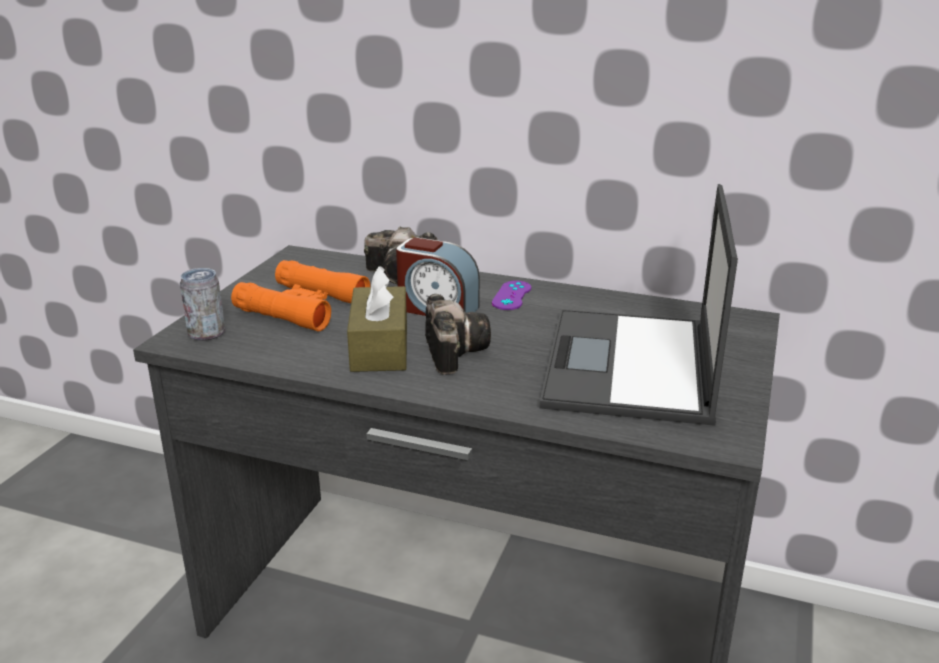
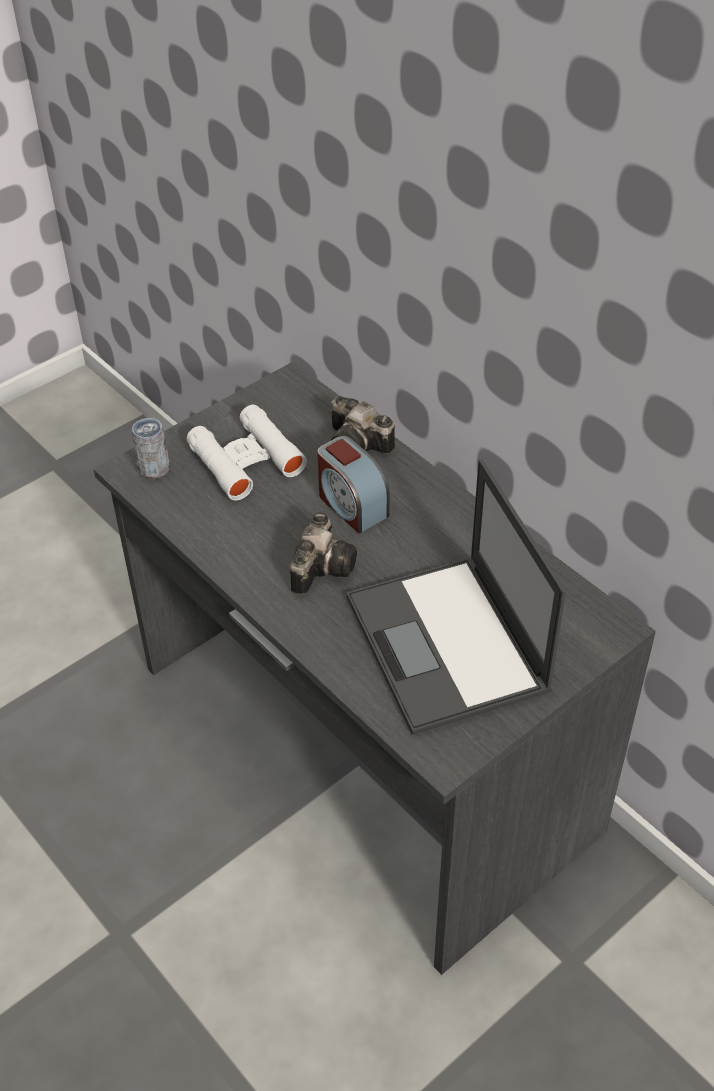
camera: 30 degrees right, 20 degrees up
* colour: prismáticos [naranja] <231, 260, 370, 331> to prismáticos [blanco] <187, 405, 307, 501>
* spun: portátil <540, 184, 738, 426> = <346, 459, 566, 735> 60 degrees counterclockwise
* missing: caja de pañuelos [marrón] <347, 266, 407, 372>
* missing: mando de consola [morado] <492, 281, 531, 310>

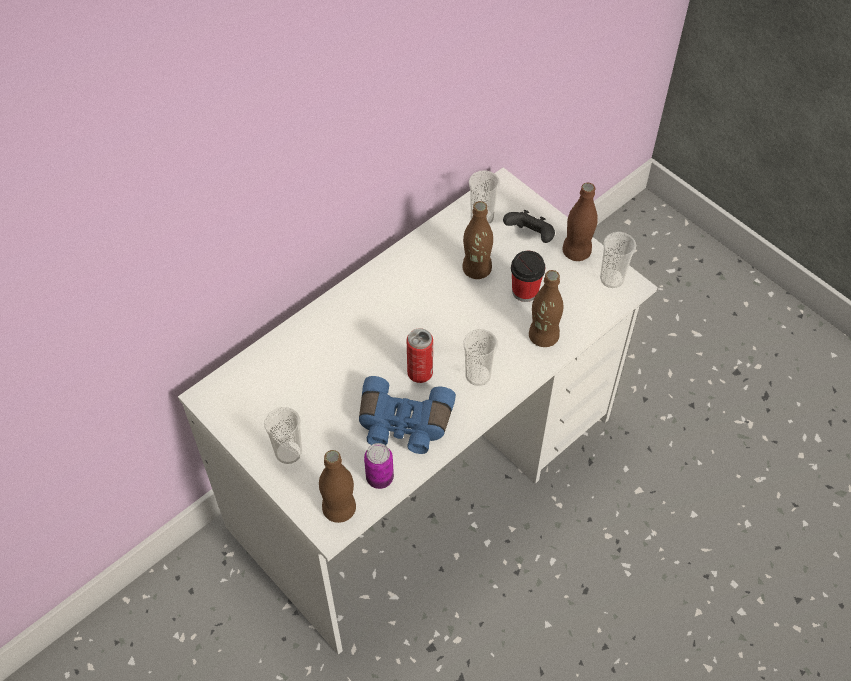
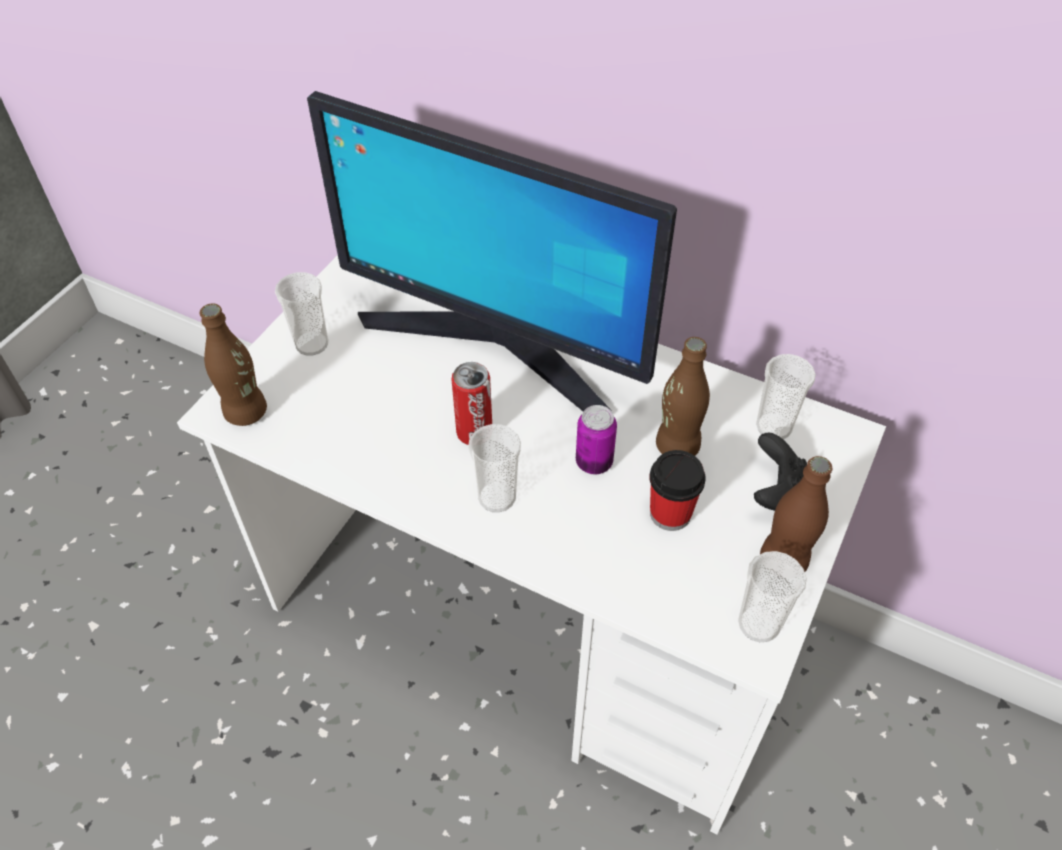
camera: 70 degrees right, 5 degrees down
* appeared: monitor <307, 91, 677, 411>
* relocated: lata <364, 443, 394, 489> to <576, 405, 617, 474>
* missing: prismáticos [azul] <359, 376, 456, 454>
* missing: botella [marrón] <529, 270, 563, 347>

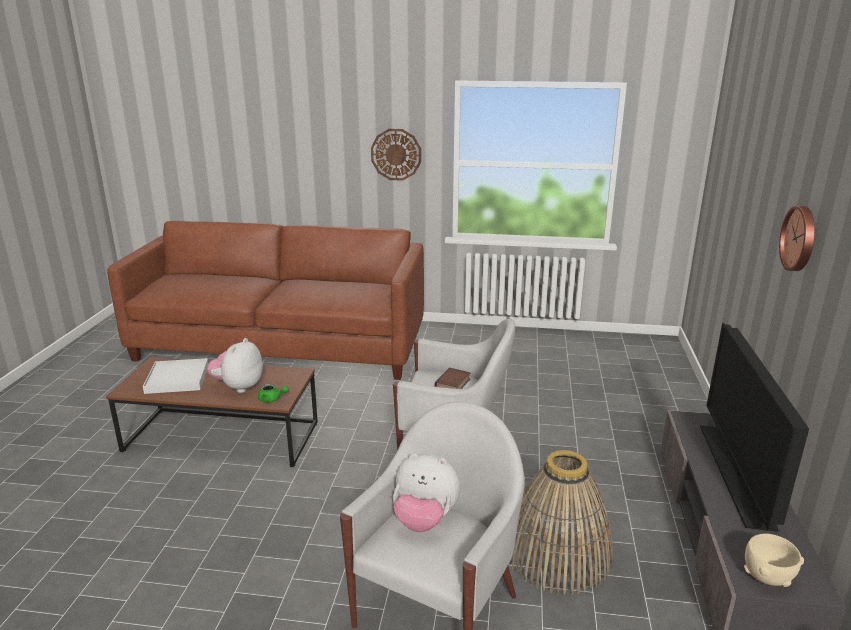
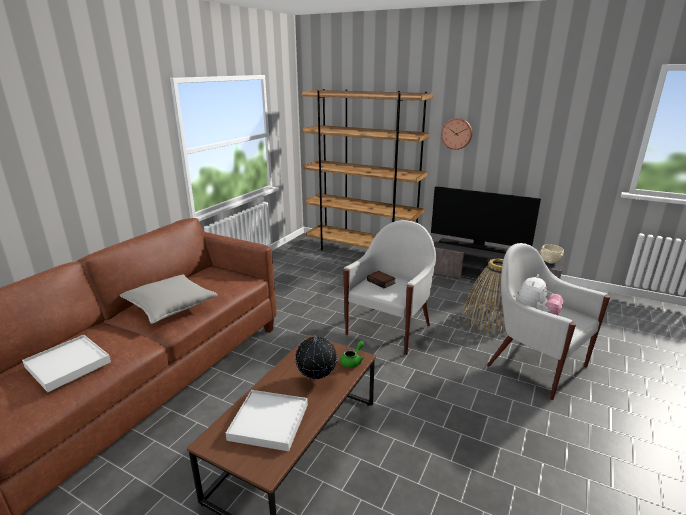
camera: 70 degrees left, 0 degrees up
* appeared: bandeja [blanco] <22, 335, 111, 392>
* appeared: cojín [gris] <120, 275, 218, 324>
* exchanged: peluche <207, 338, 263, 393> to globo terráqueo <295, 335, 337, 379>
* appeared: estantería [marrón] <301, 89, 433, 251>
* missing: reloj de pared <371, 129, 421, 181>

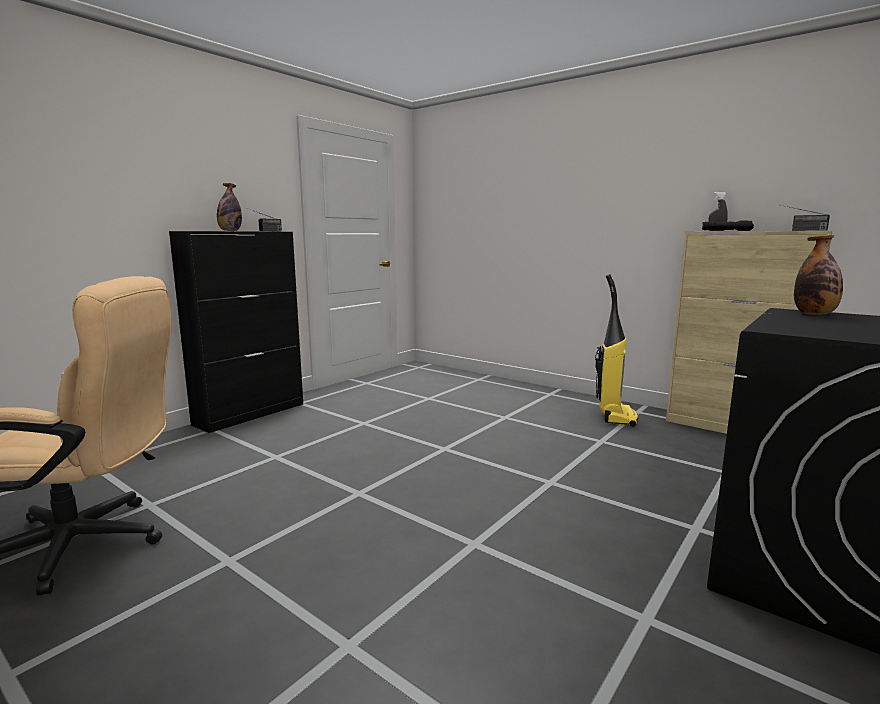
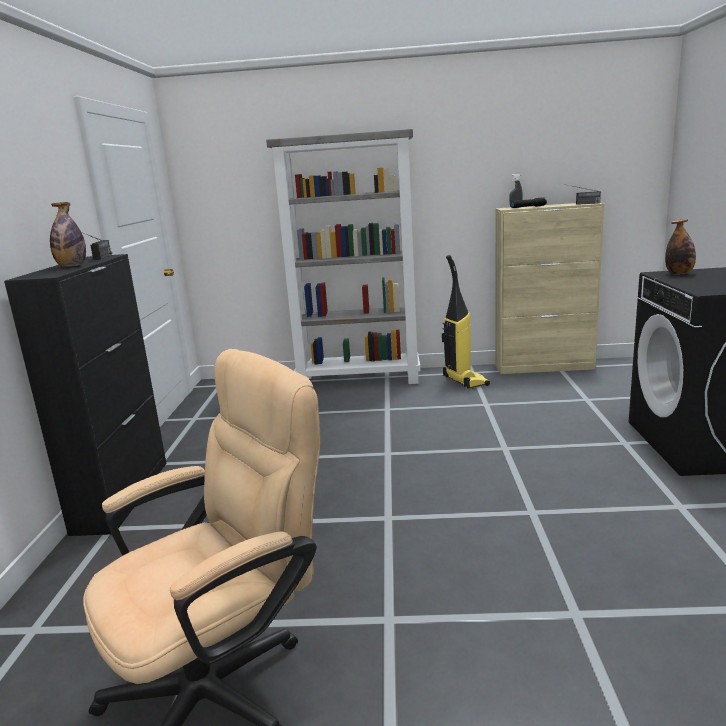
camera: 35 degrees left, 5 degrees up
* appeared: estantería [gris] <266, 129, 420, 384>

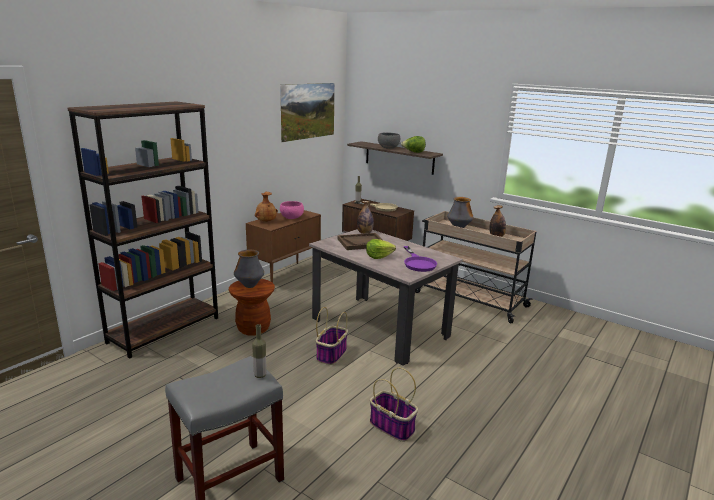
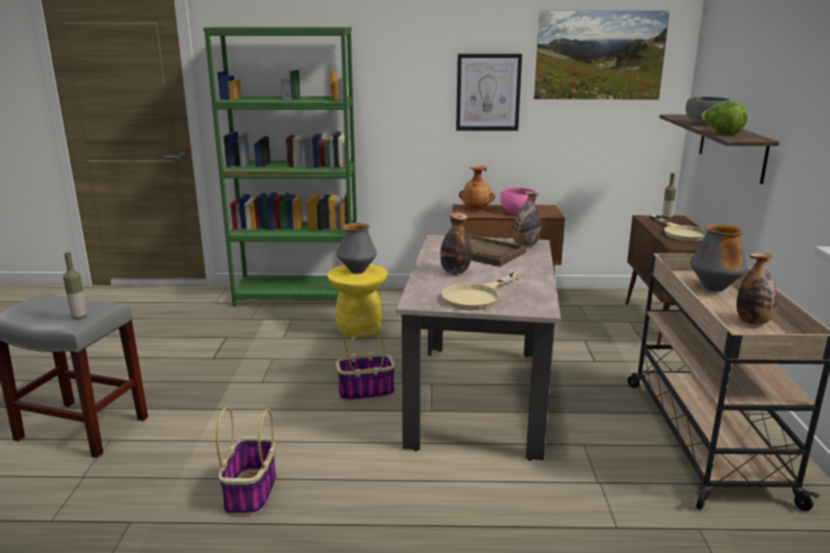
camera: 55 degrees right, 0 degrees up
* colour: estantería [marrón] <67, 101, 218, 359> to estantería [verde] <203, 27, 357, 307>
* colour: taburete [marrón] <229, 279, 275, 336> to taburete [amarillo] <327, 264, 387, 338>
* exchanged: lechuga <366, 239, 396, 259> to botella <440, 213, 471, 274>
* colour: sartén [morado] <404, 246, 437, 272> to sartén [beis] <441, 271, 523, 310>
* appeared: cuadro <456, 54, 522, 131>

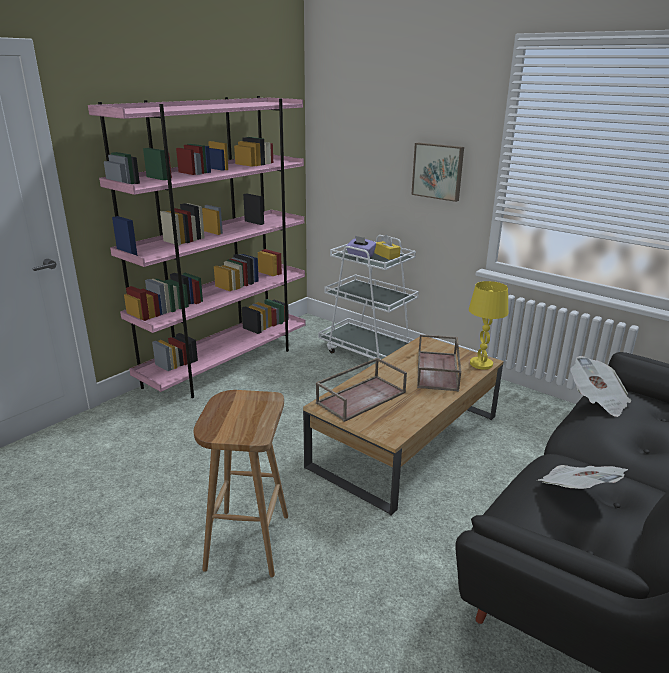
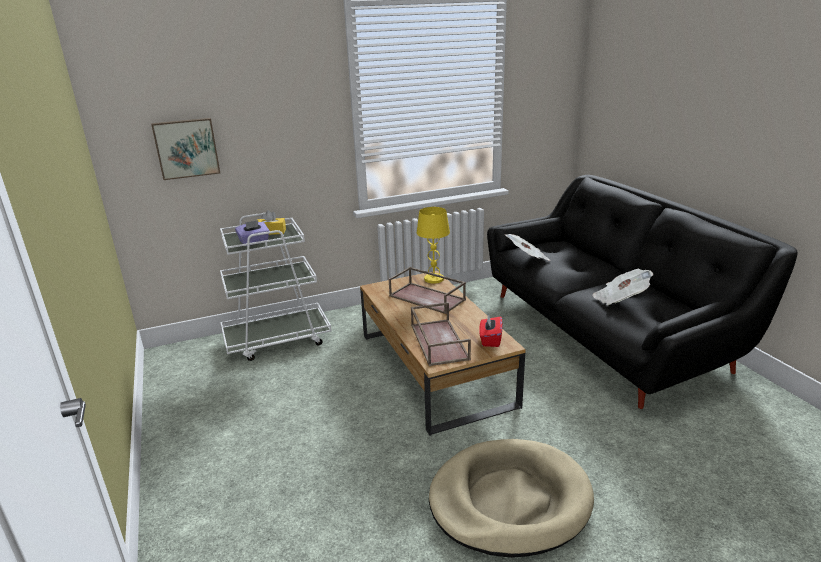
camera: 60 degrees left, 0 degrees up
* relocated: cuadro <411, 143, 464, 202> to <151, 118, 220, 180>
* exchanged: taburete [marrón] <193, 390, 288, 577> to cama para perro [beis] <429, 439, 594, 558>
* appeared: caja de pañuelos [rojo] <479, 313, 502, 347>
* missing: estantería [rosa] <88, 96, 306, 398>

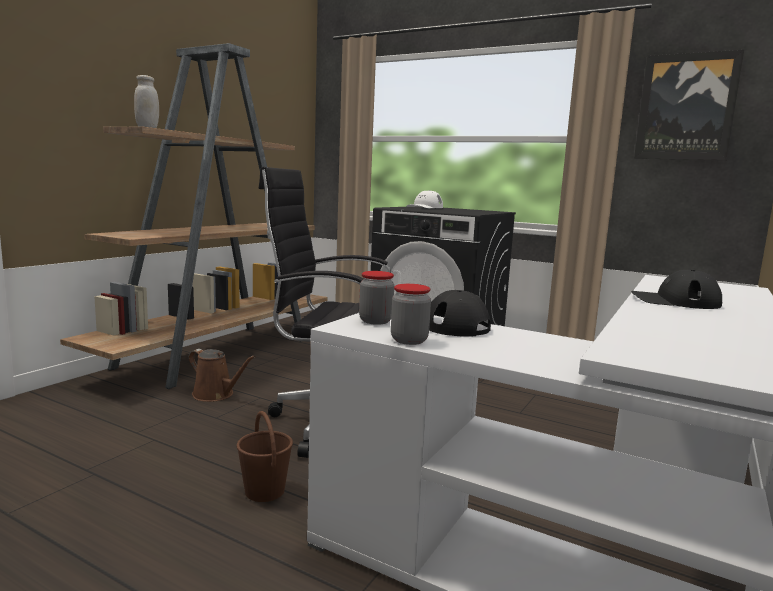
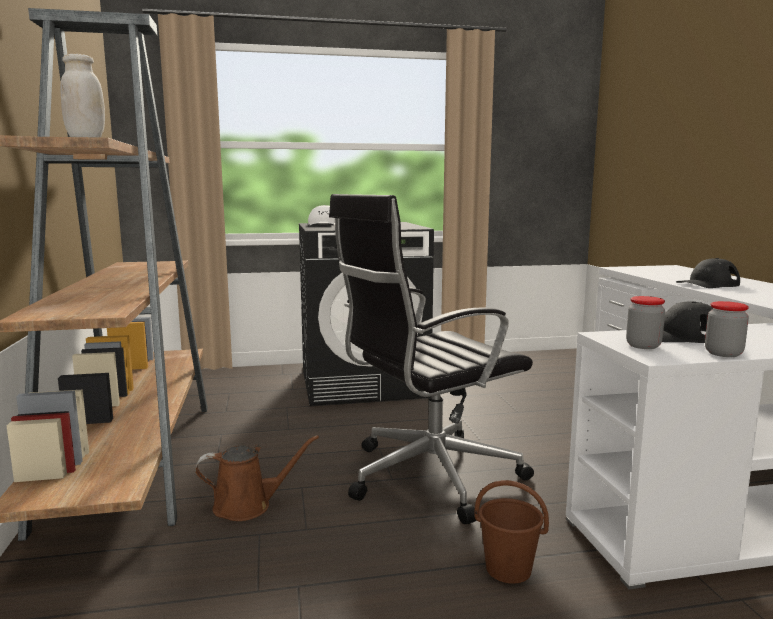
camera: 40 degrees left, 0 degrees up
* missing: cuadro <634, 50, 744, 160>

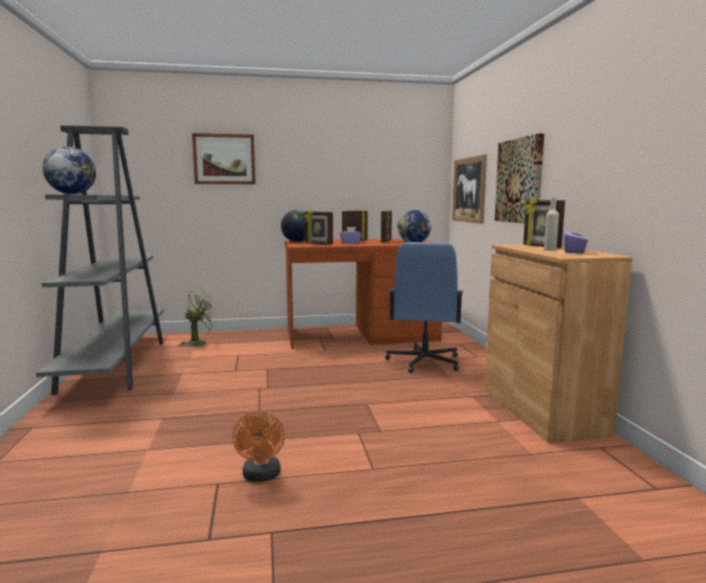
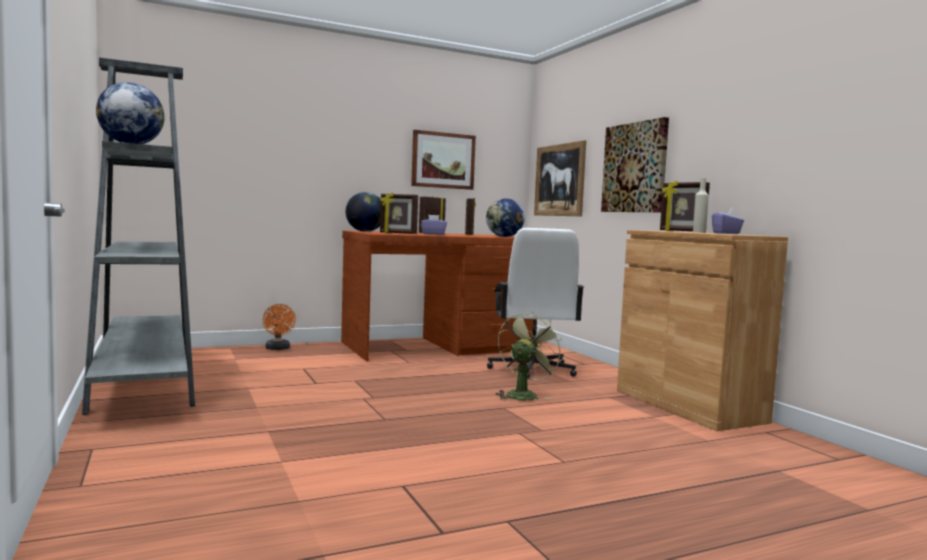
camera: 15 degrees left, 5 degrees down
* relocated: ventilador [naranja] <232, 411, 285, 482> to <263, 304, 296, 350>
* relocated: cuadro <192, 133, 256, 184> to <411, 130, 476, 190>
* colour: silla de oficina [azul] <385, 242, 463, 373> to silla de oficina [blanco] <487, 228, 584, 380>
* relocated: ventilador [verde] <177, 289, 219, 347> to <495, 311, 564, 400>

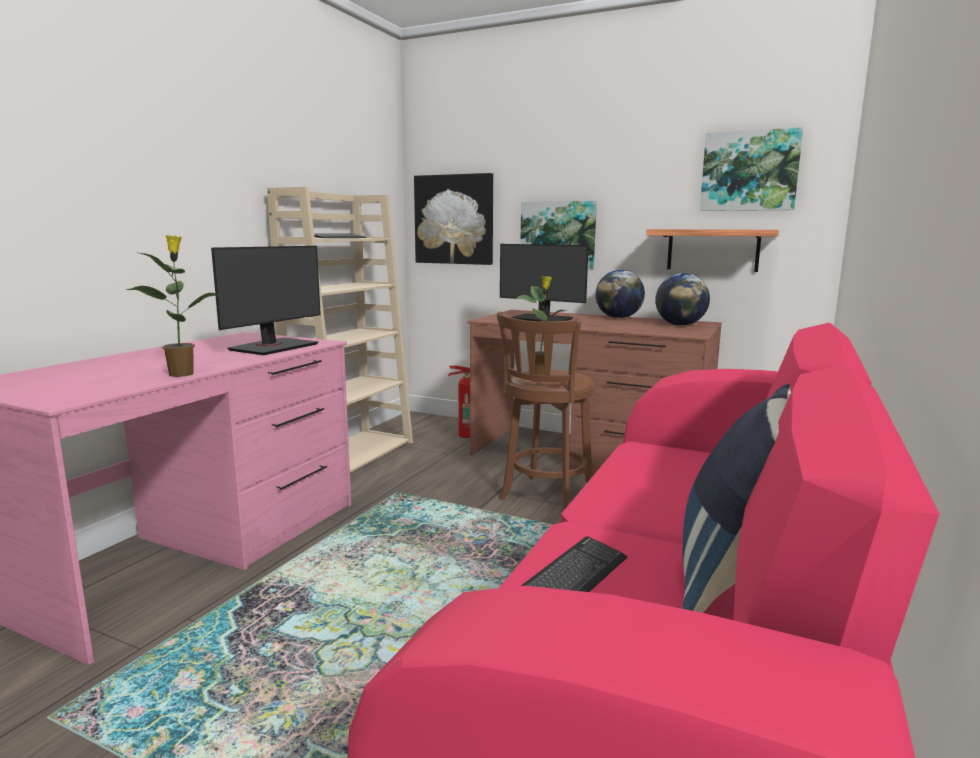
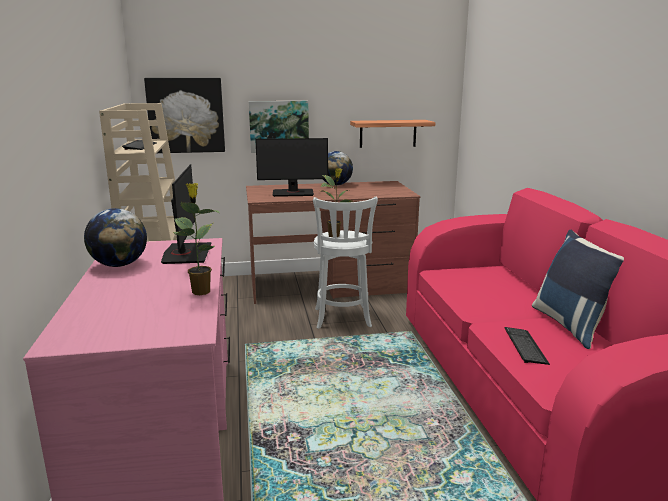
camera: 35 degrees left, 5 degrees up
* relocated: globo terráqueo <655, 273, 710, 326> to <84, 208, 147, 267>
* colour: taburete [marrón] <497, 312, 595, 510> to taburete [blanco] <313, 197, 378, 329>
* missing: extintor <447, 366, 470, 438>
* missing: cuadro <700, 127, 803, 211>

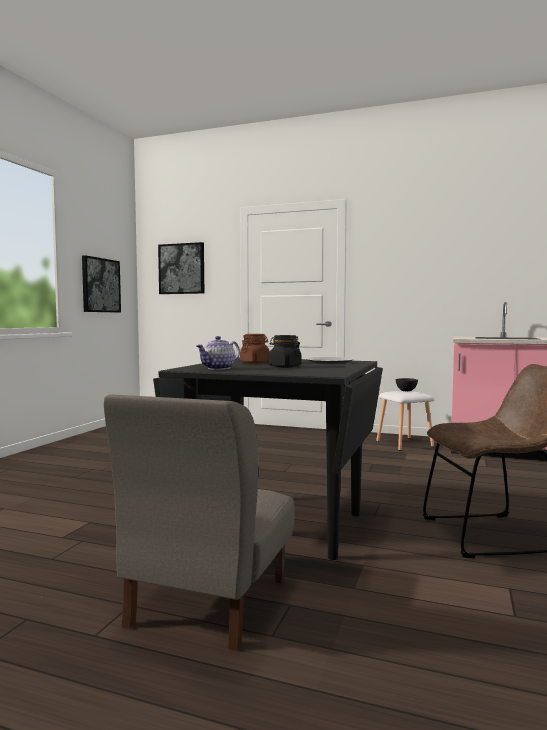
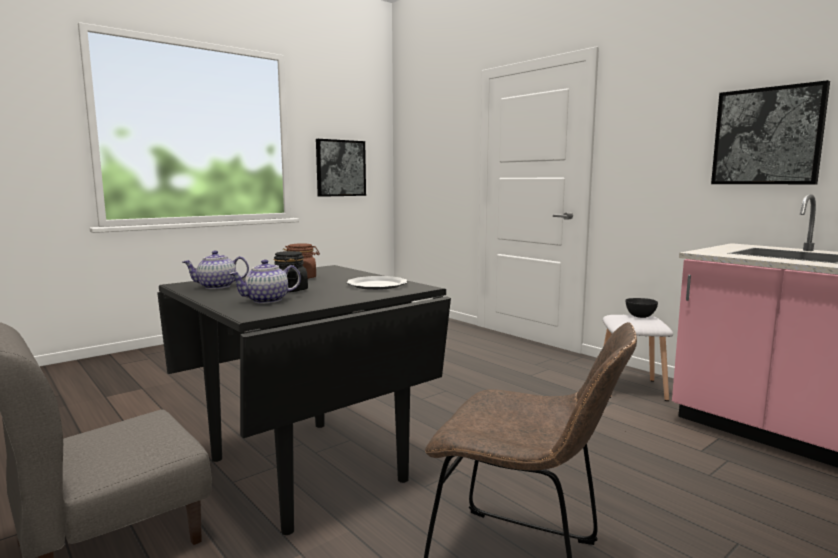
camera: 30 degrees right, 5 degrees up
* appeared: tetera <229, 259, 301, 304>
* relocated: cuadro <158, 242, 204, 294> to <711, 80, 830, 184>

